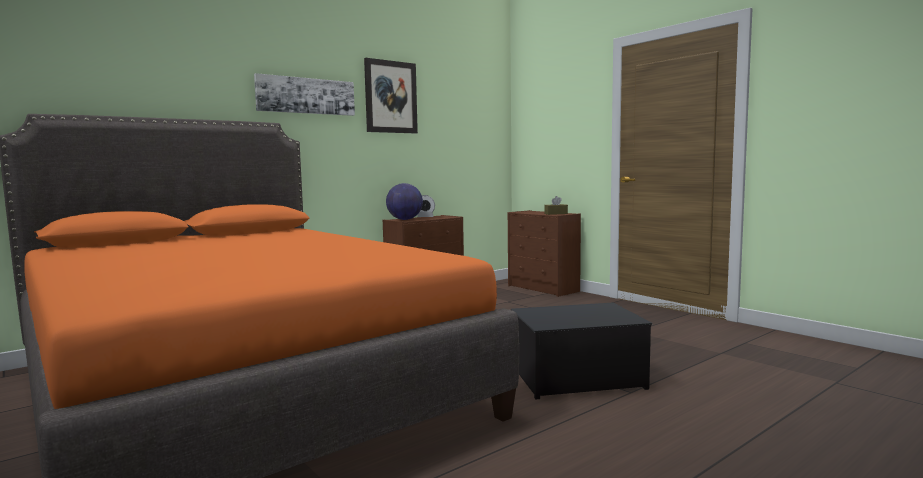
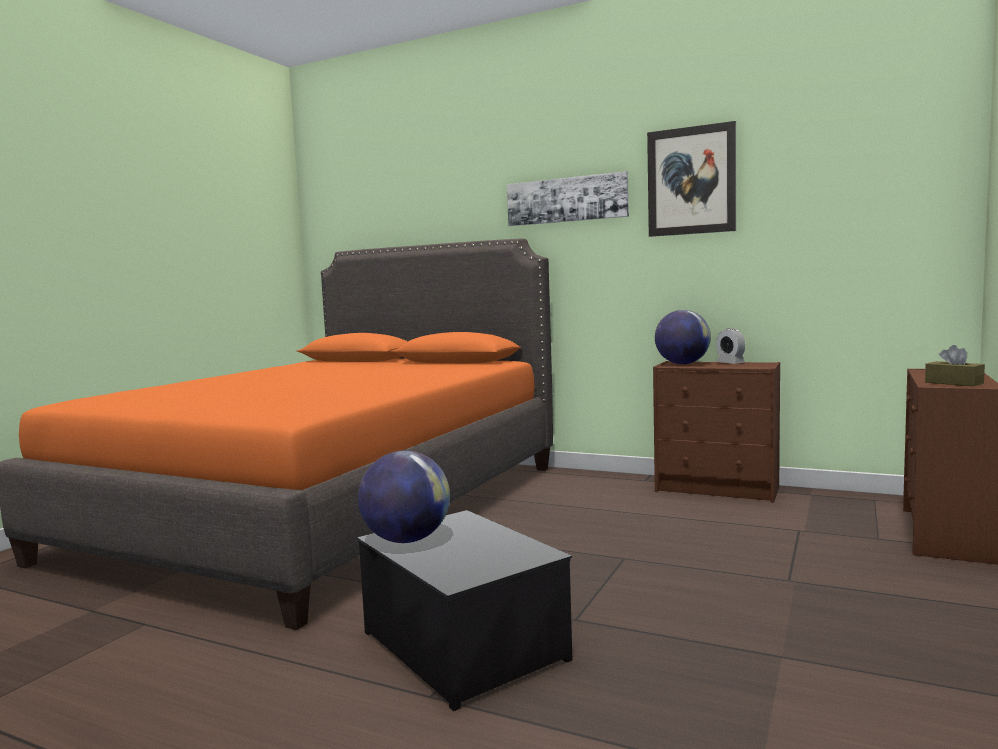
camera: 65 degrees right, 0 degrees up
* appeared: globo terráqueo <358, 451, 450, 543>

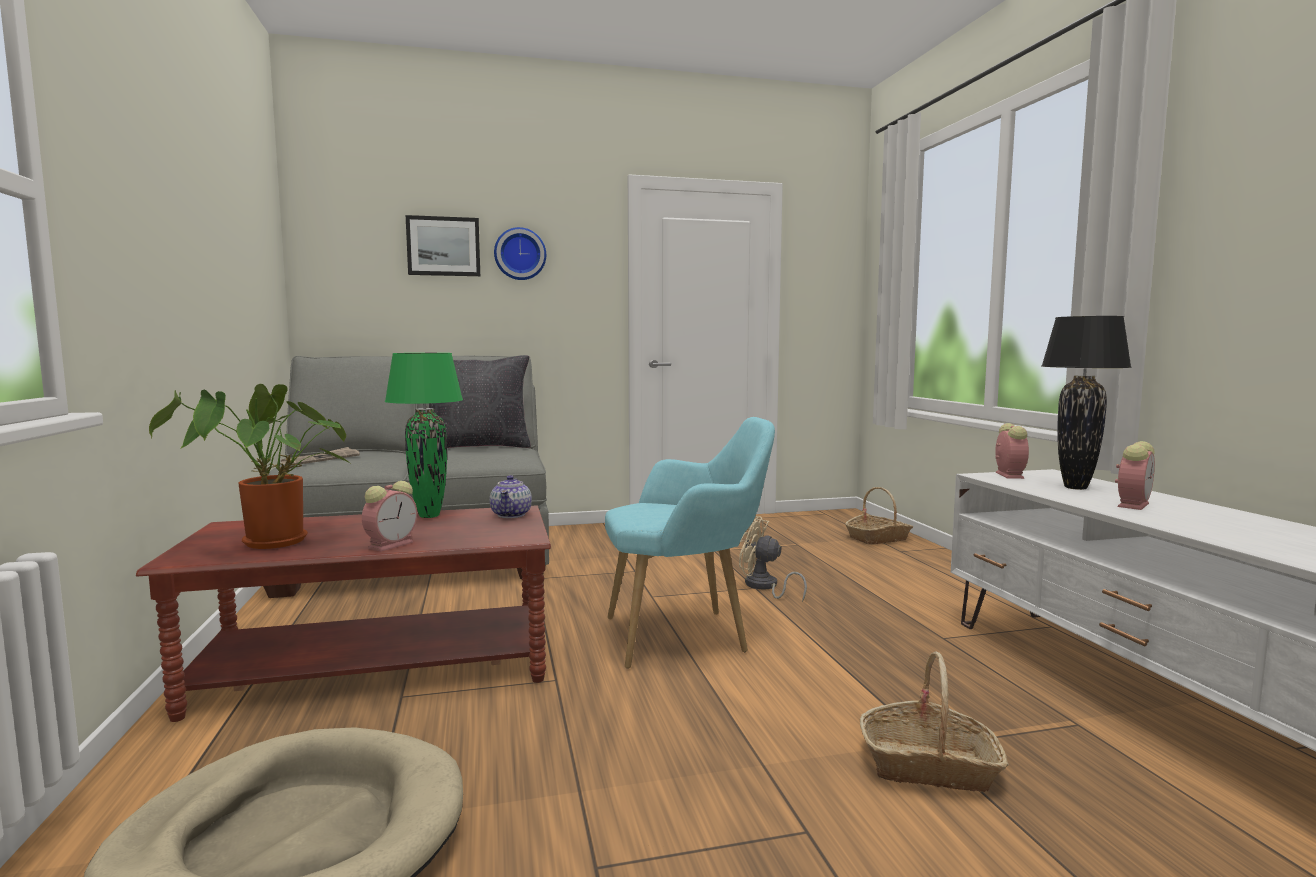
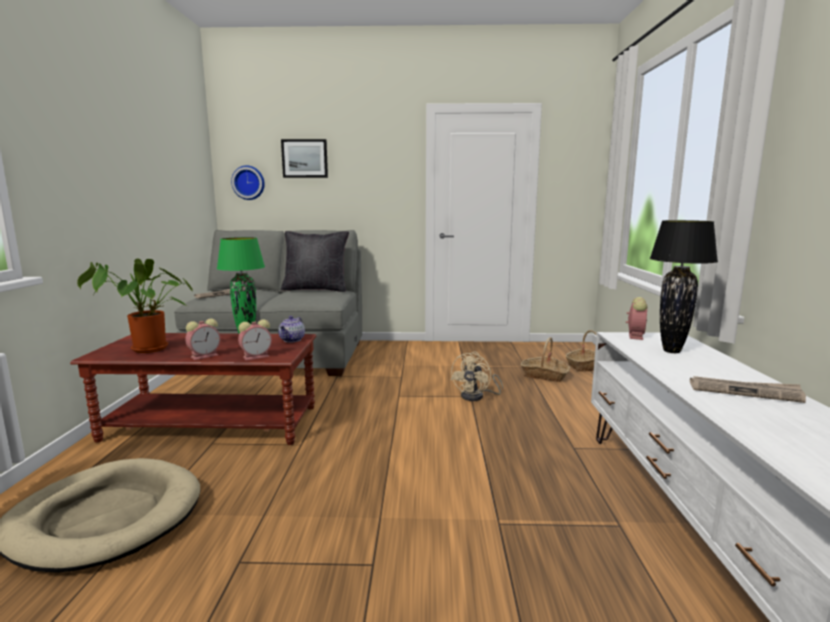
camera: 15 degrees right, 5 degrees up
* relocated: reloj de pared <494, 227, 546, 280> to <231, 165, 265, 200>
* relocated: despertador <1115, 441, 1155, 510> to <238, 319, 272, 360>
* spun: ventilador [beis] <739, 516, 807, 602> = <451, 352, 503, 401> 105 degrees counterclockwise
* relocated: cesta <860, 651, 1009, 792> to <521, 337, 570, 382>
* appeared: periódico <690, 376, 806, 403>
* missing: sillón [turquesa] <605, 417, 775, 669>

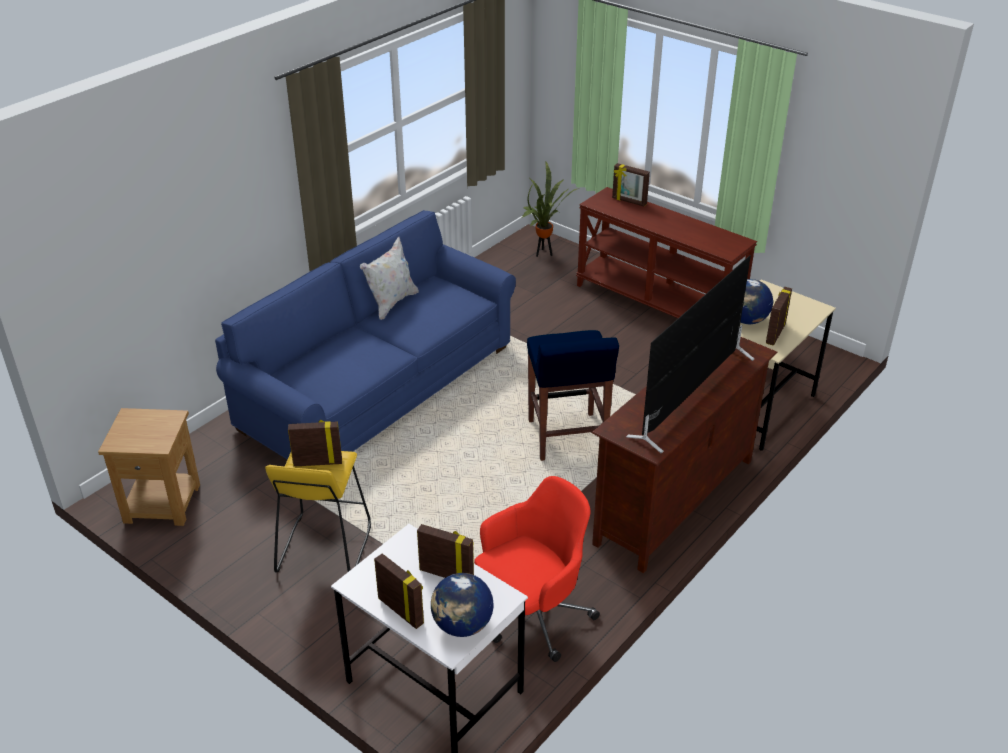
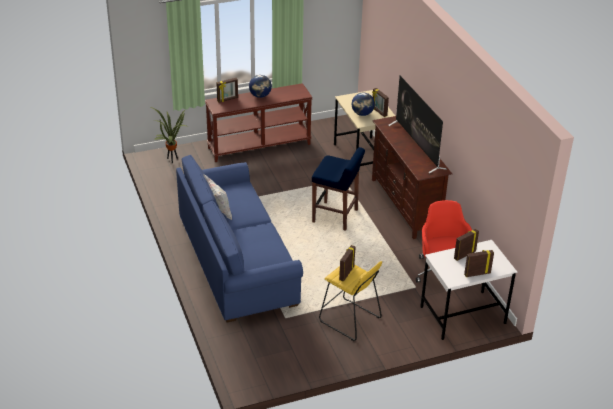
camera: 60 degrees left, 0 degrees up
* relocated: globo terráqueo <431, 573, 494, 637> to <249, 75, 272, 98>
* missing: mesa auxiliar [marrón] <98, 408, 200, 526>

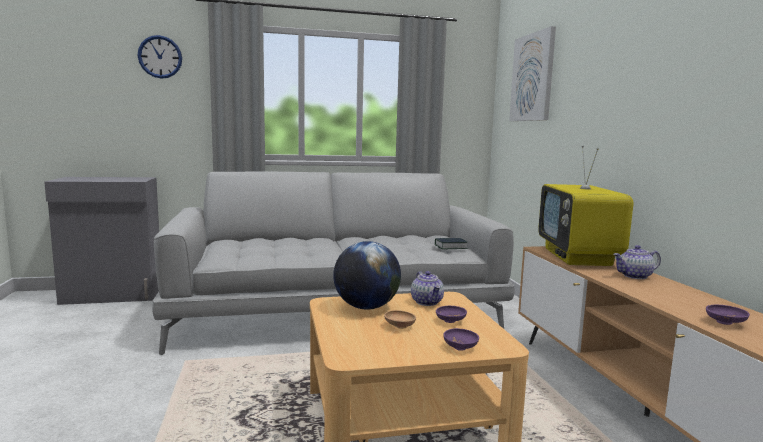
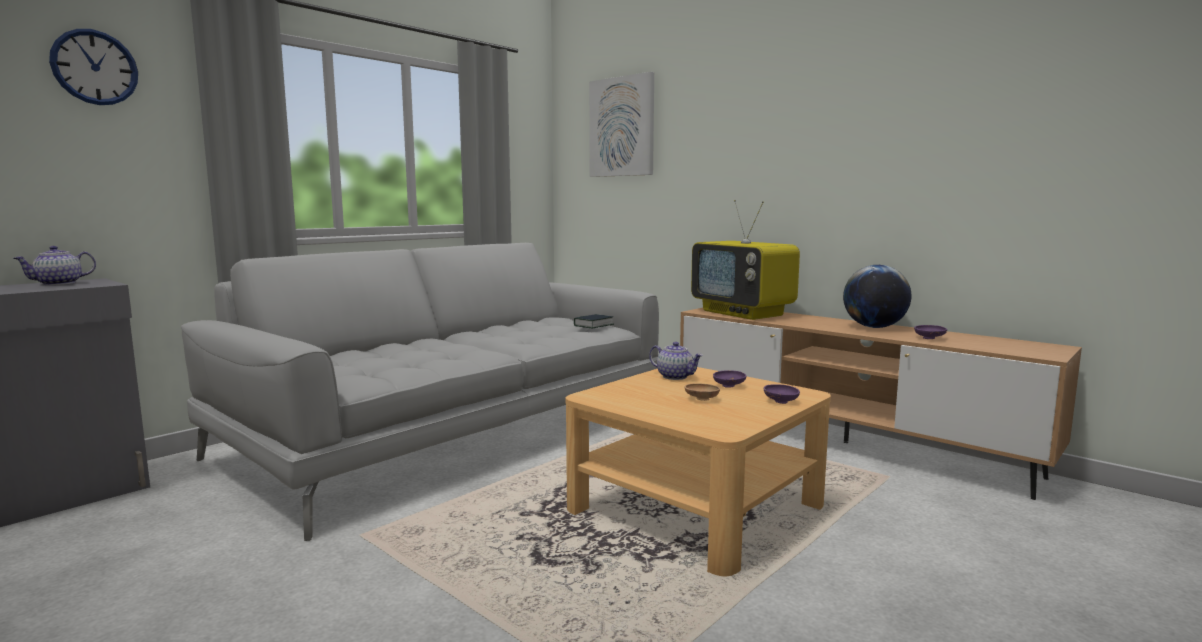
camera: 35 degrees left, 0 degrees up
* relocated: tetera <613, 245, 661, 279> to <14, 246, 96, 285>
* relocated: globo terráqueo <333, 241, 401, 310> to <843, 265, 911, 328>

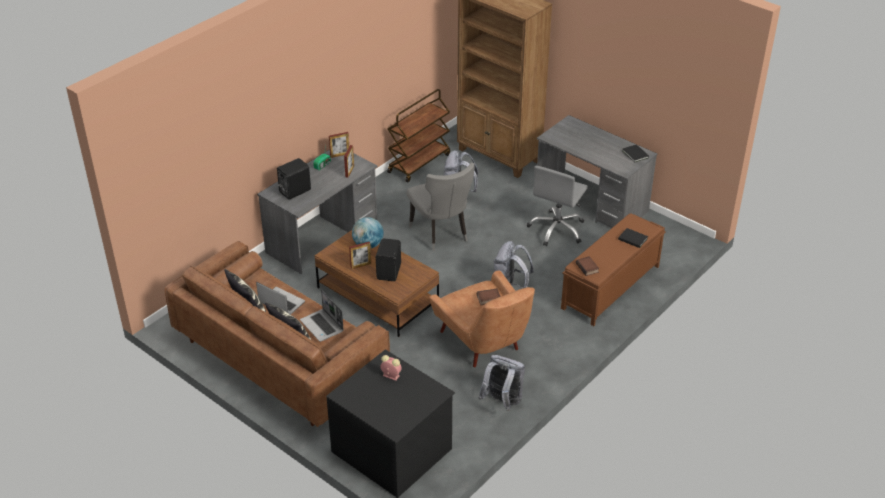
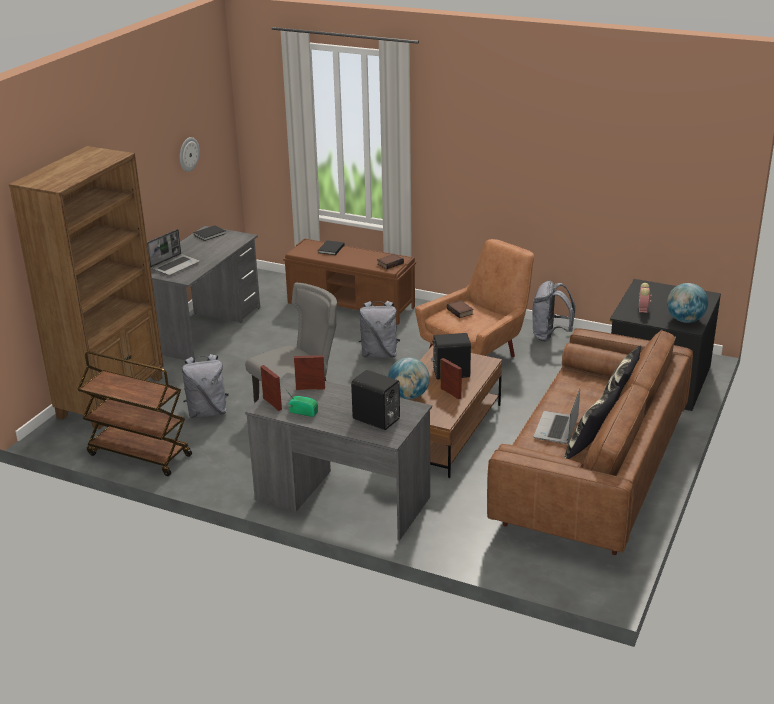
camera: 105 degrees left, 10 degrees down
* relocated: portátil <300, 290, 344, 342> to <147, 229, 200, 276>
* appeared: reloj de pared <180, 137, 200, 172>
* appeared: globo terráqueo <667, 283, 708, 323>
* missing: silla de oficina [gris] <527, 166, 588, 246>

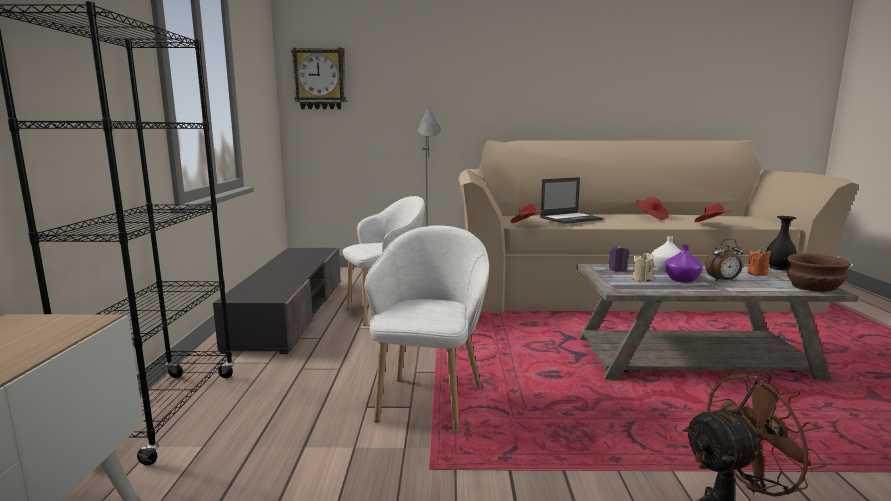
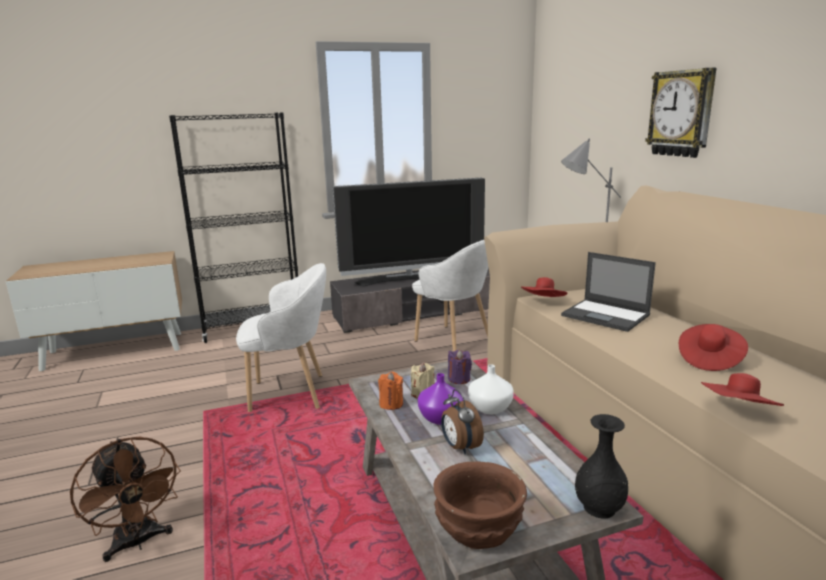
camera: 70 degrees right, 5 degrees up
* appeared: televisor <333, 178, 485, 287>
* relocated: vela [naranja] <747, 248, 771, 276> to <378, 372, 403, 410>
* relocated: reloj de pared <291, 48, 347, 109> to <645, 68, 717, 158>

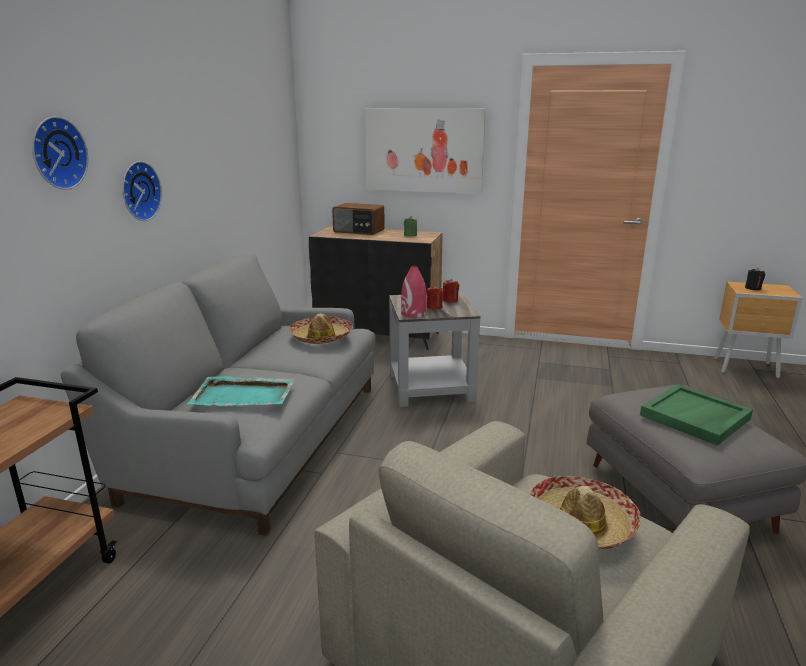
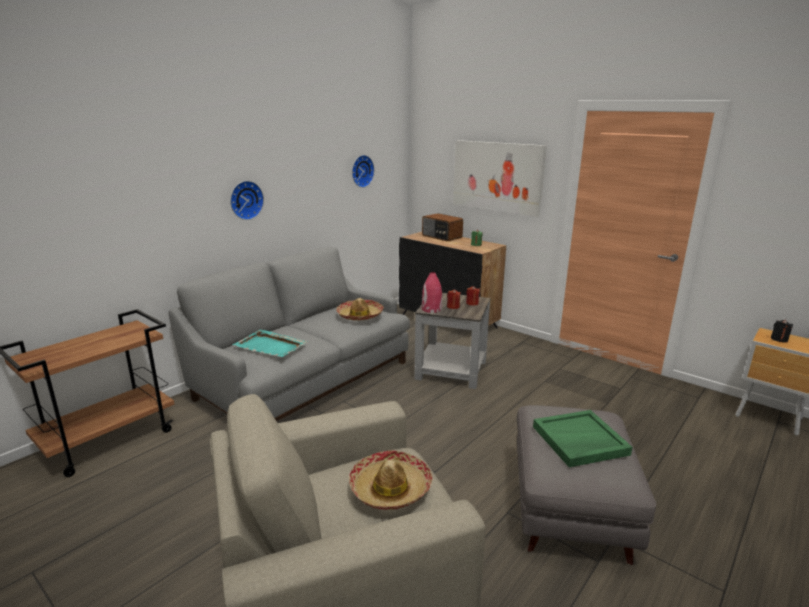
camera: 25 degrees right, 0 degrees up
* relocated: reloj de pared <32, 116, 88, 190> to <352, 155, 375, 188>

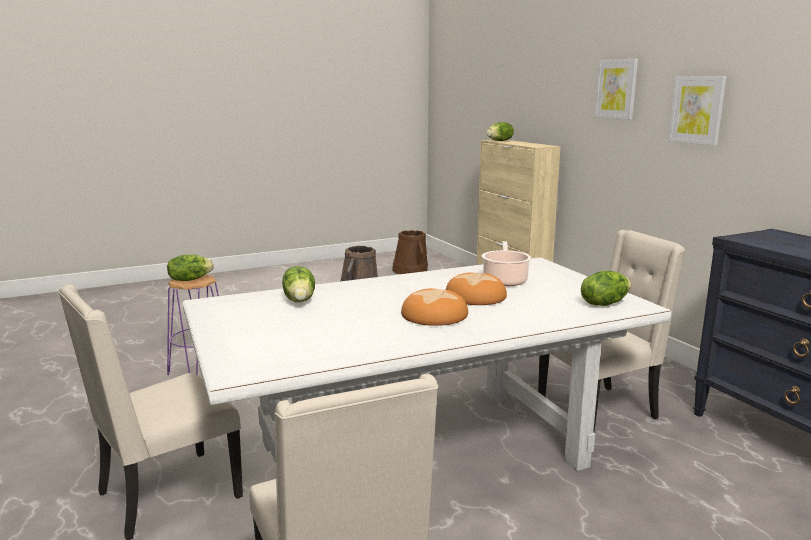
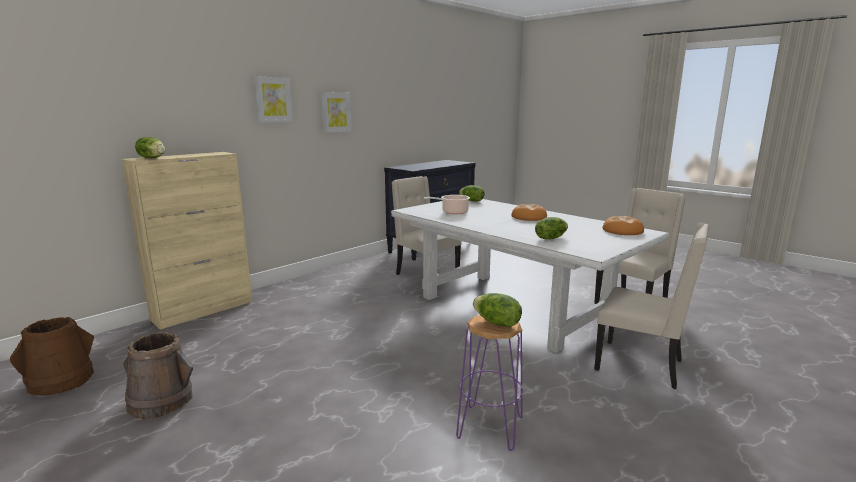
camera: 110 degrees left, 0 degrees up
* relocated: pan <446, 272, 507, 305> to <602, 216, 644, 235>

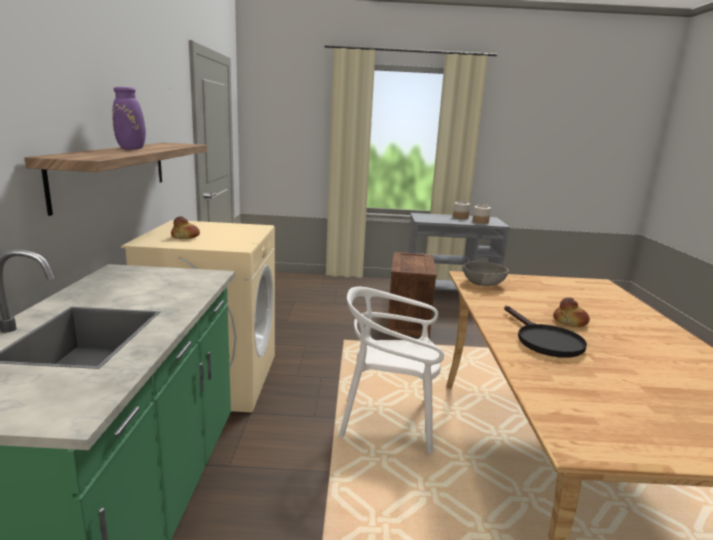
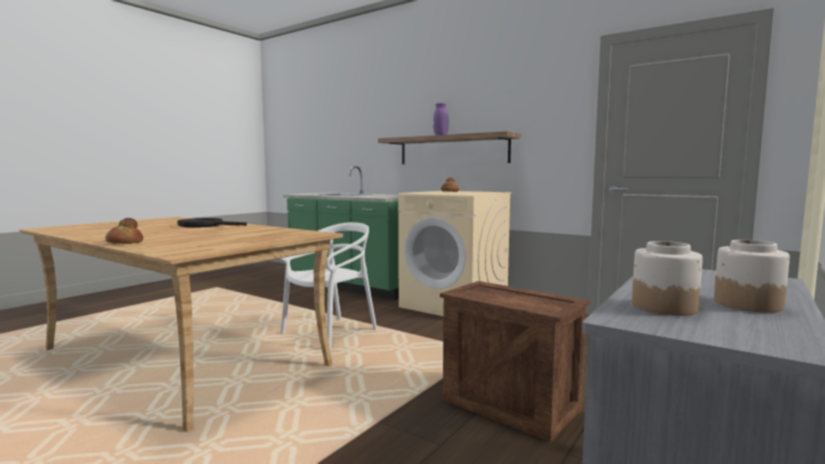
camera: 125 degrees right, 10 degrees down
* relocated: pan <553, 297, 590, 327> to <105, 218, 143, 244>
* missing: cuenco [gris] <463, 261, 509, 286>

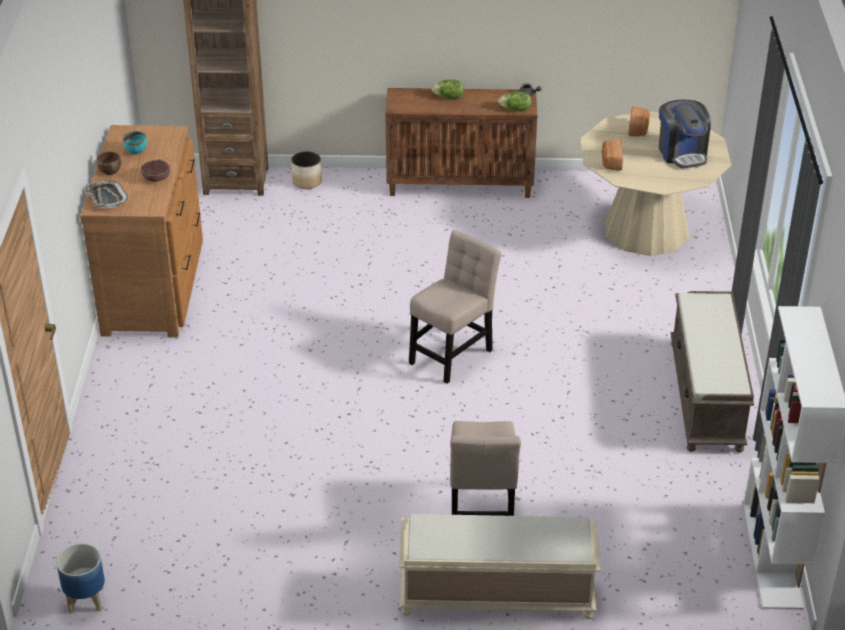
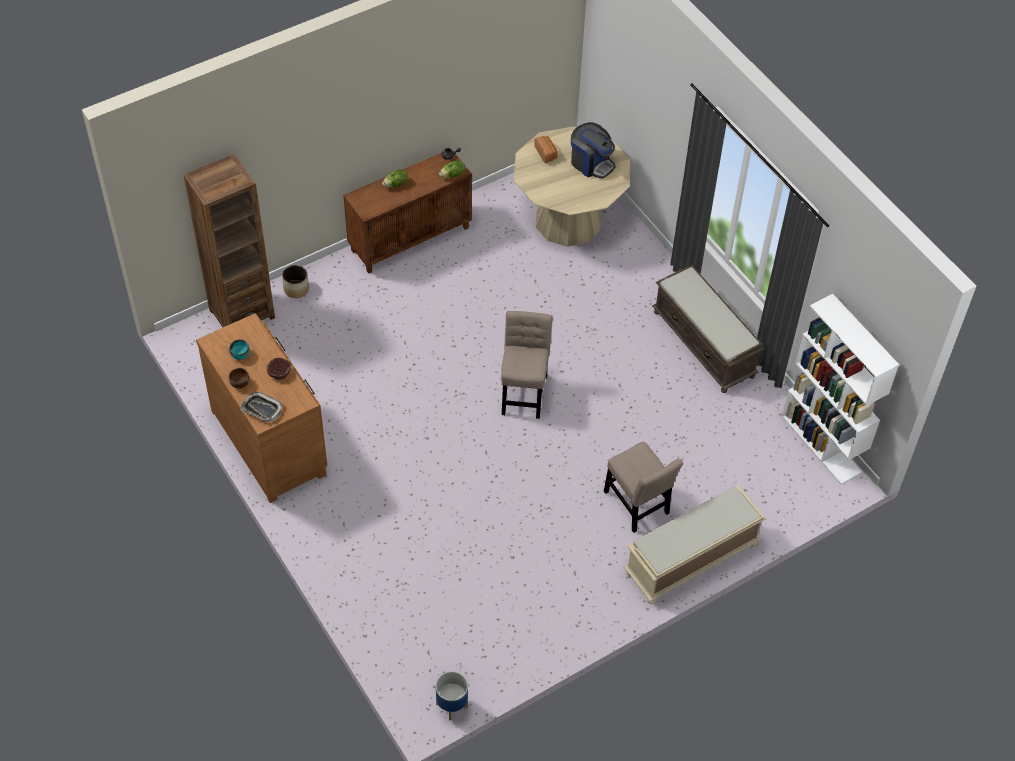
camera: 35 degrees left, 15 degrees up
* missing: pan <602, 139, 623, 171>

